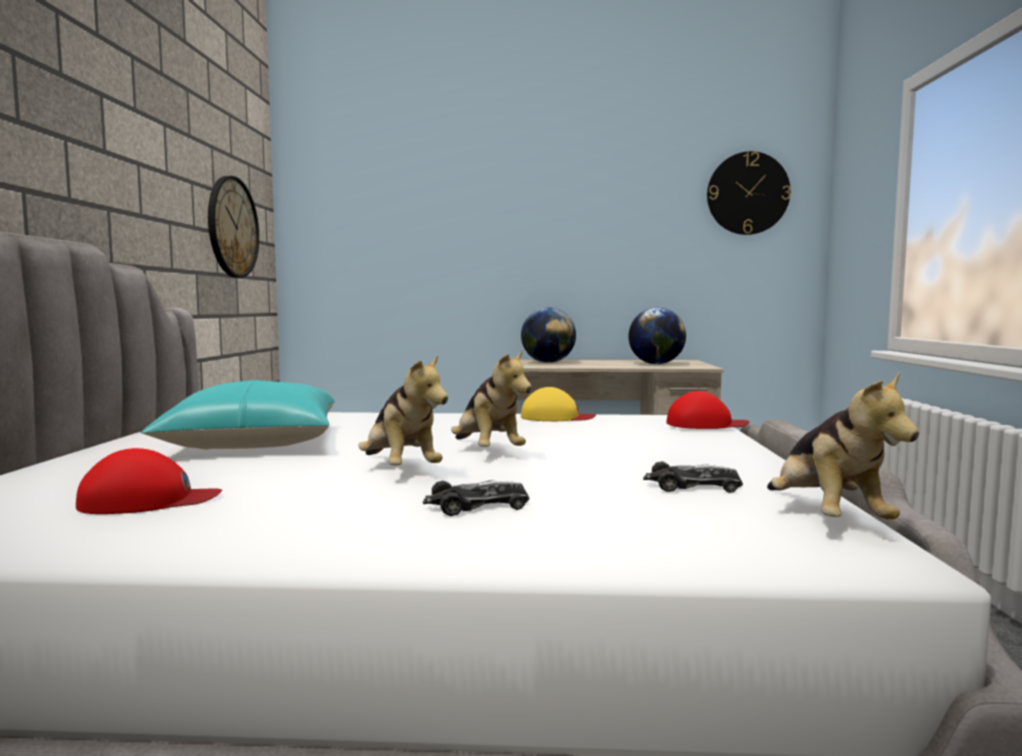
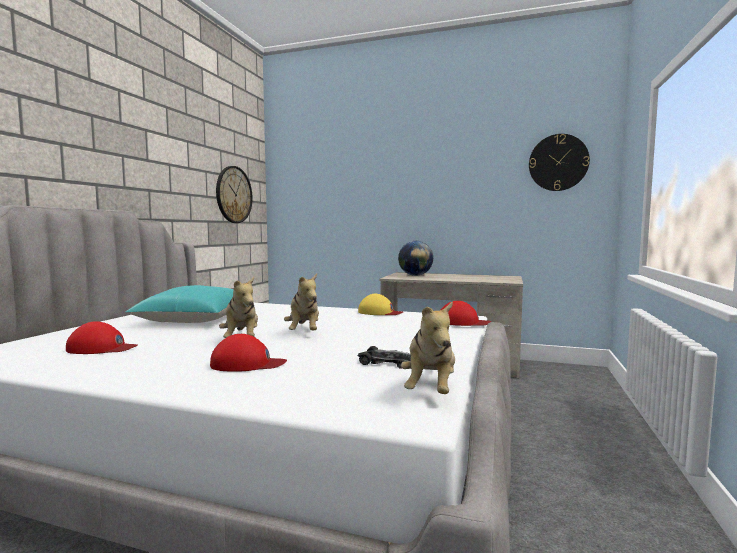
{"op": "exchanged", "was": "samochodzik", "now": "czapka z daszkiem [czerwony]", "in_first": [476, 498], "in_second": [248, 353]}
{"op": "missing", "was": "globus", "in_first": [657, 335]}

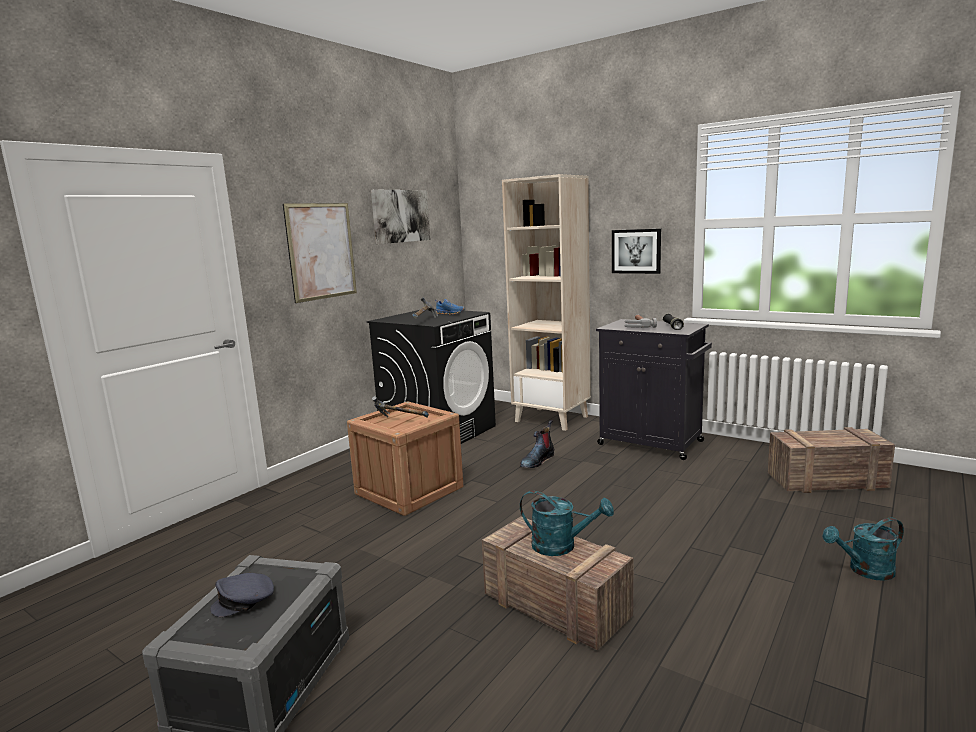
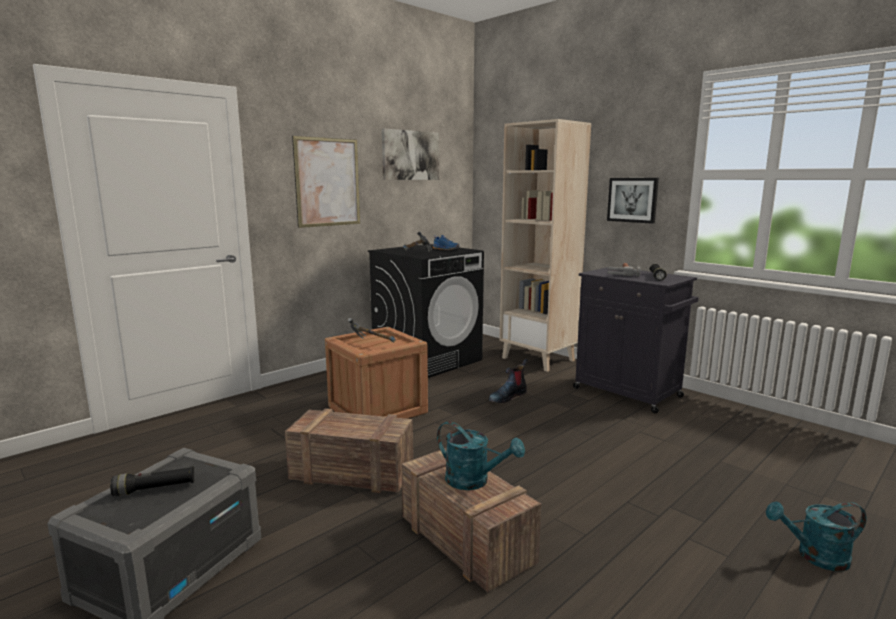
{"op": "exchanged", "was": "czapka z daszkiem [szary]", "now": "latarka [czarny]", "in_first": [242, 595], "in_second": [152, 481]}
{"op": "relocated", "was": "skrzynka", "in_first": [831, 460], "in_second": [349, 450]}

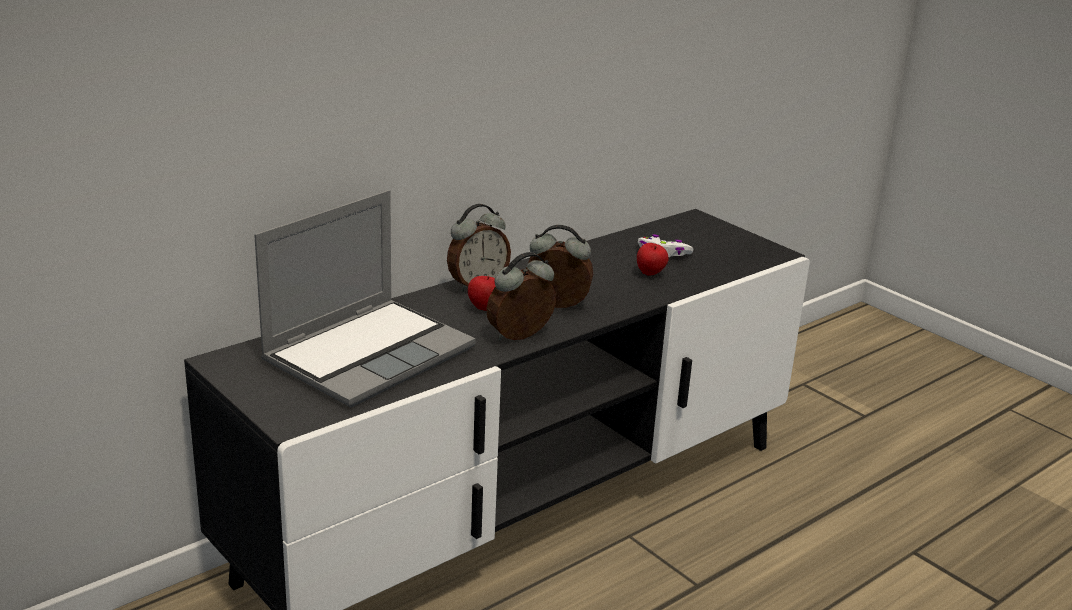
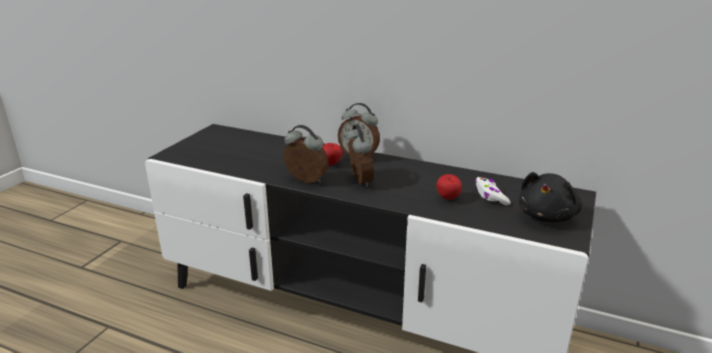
{"op": "missing", "was": "laptop", "in_first": [365, 299]}
{"op": "appeared", "now": "pluszak [czarny]", "in_second": [550, 197]}

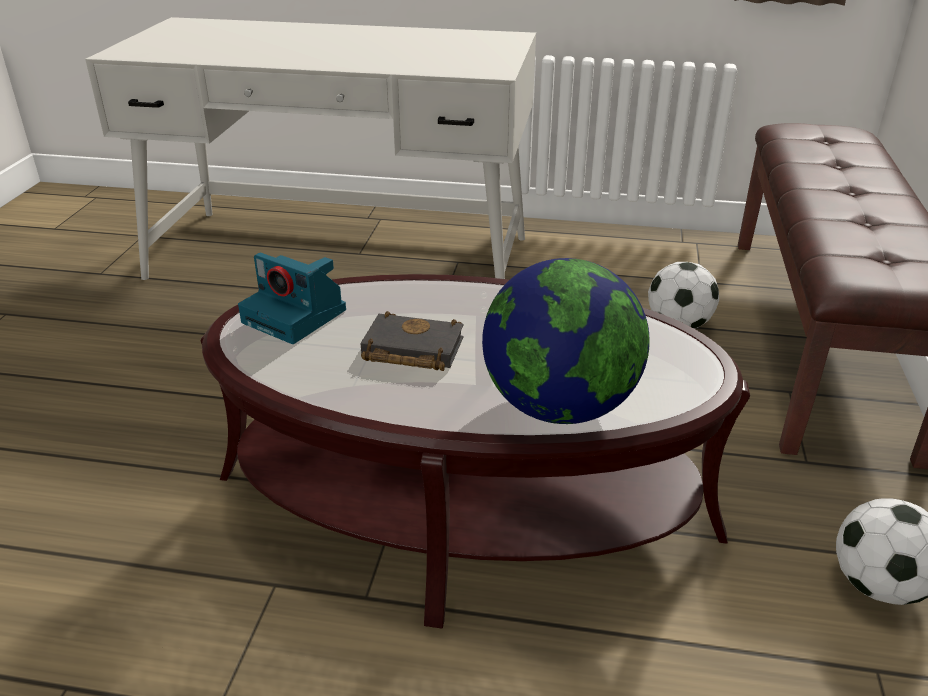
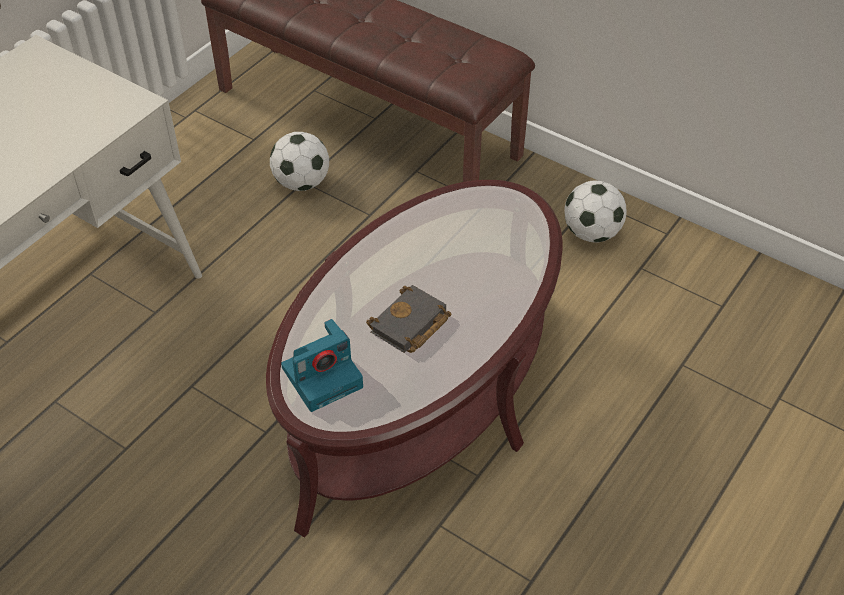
{"op": "missing", "was": "globus", "in_first": [566, 341]}

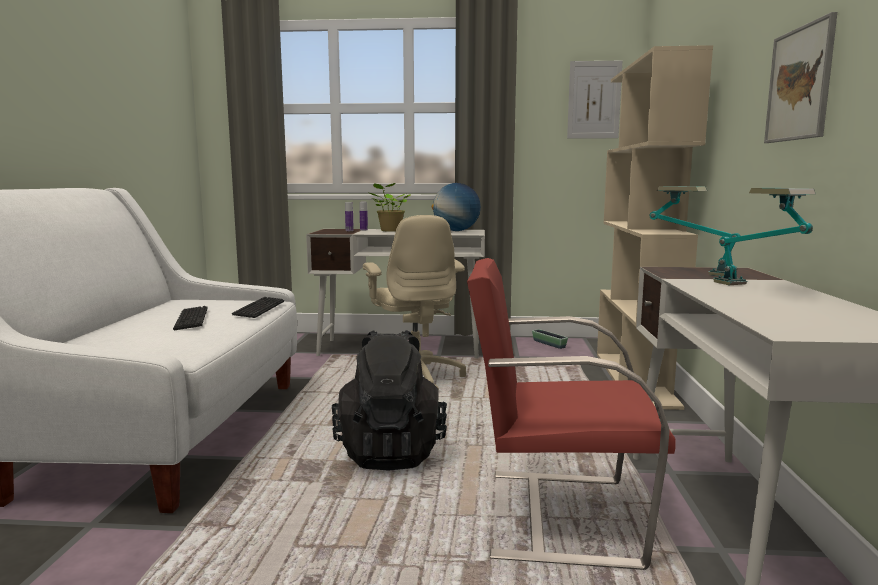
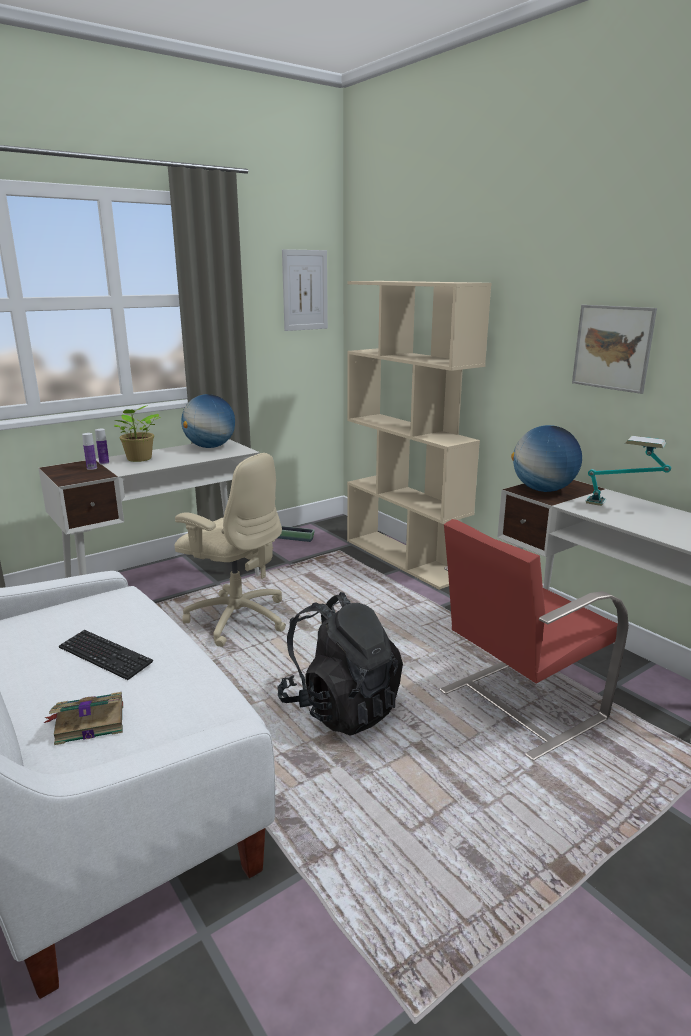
{"op": "missing", "was": "klawiatura", "in_first": [258, 307]}
{"op": "exchanged", "was": "lampa stołowa", "now": "globus", "in_first": [695, 231], "in_second": [546, 458]}
{"op": "appeared", "now": "książka", "in_second": [83, 718]}

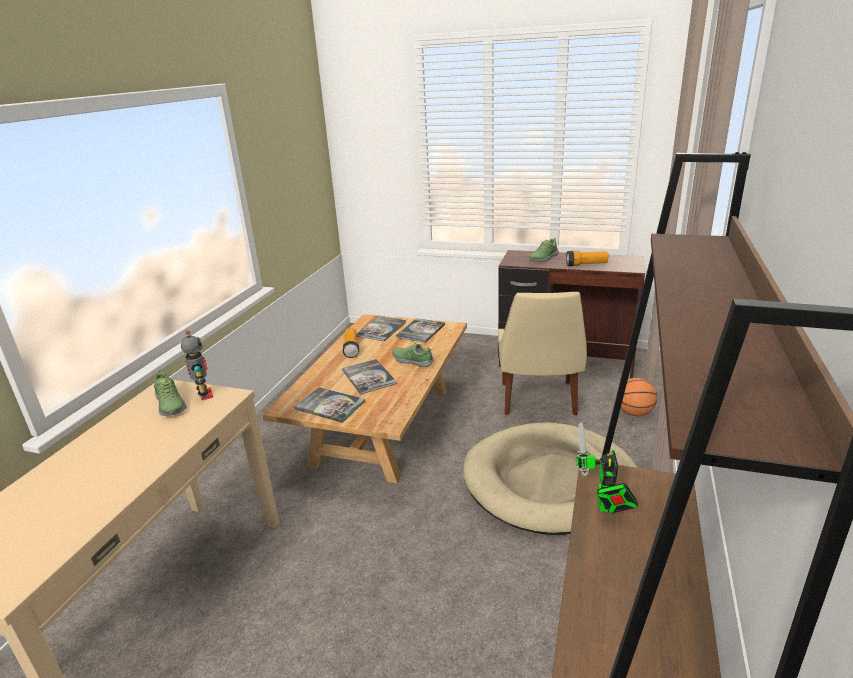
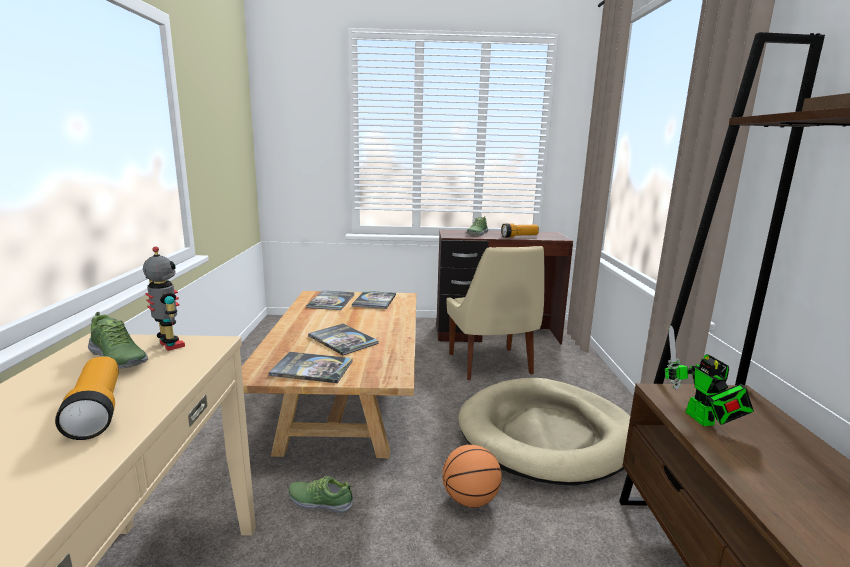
{"op": "relocated", "was": "latarka", "in_first": [351, 343], "in_second": [87, 398]}
{"op": "relocated", "was": "but", "in_first": [413, 355], "in_second": [321, 494]}
{"op": "relocated", "was": "piłka do koszykówki", "in_first": [636, 397], "in_second": [472, 476]}

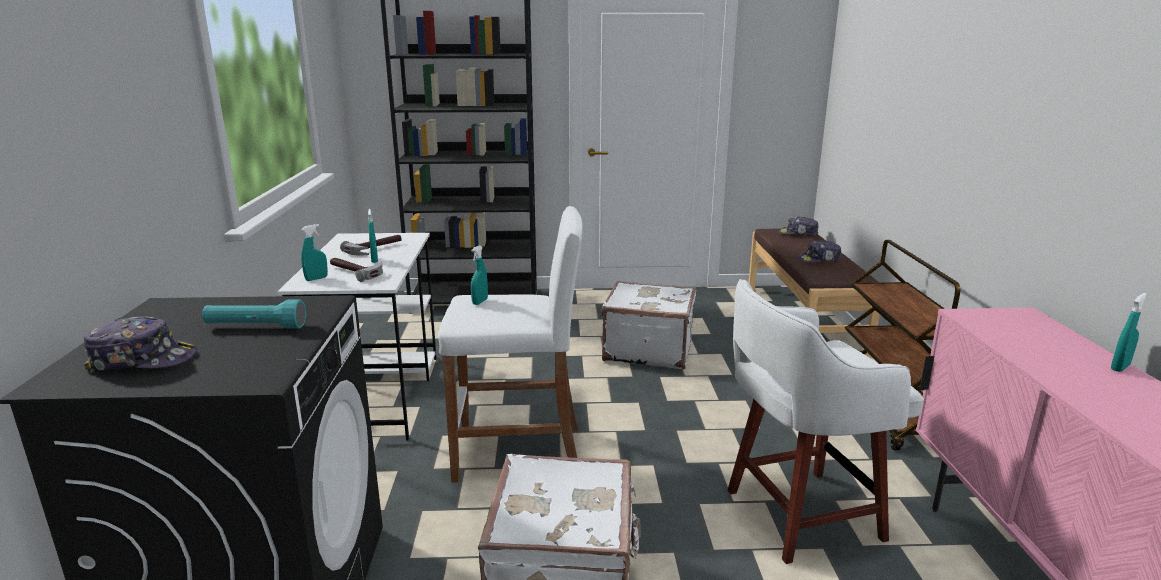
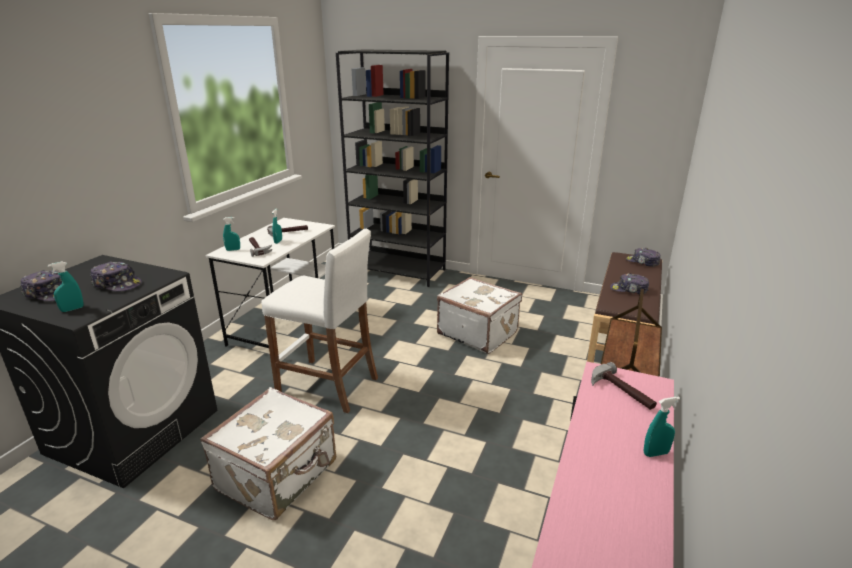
{"op": "exchanged", "was": "latarka [turkusowy]", "now": "czapka z daszkiem", "in_first": [254, 314], "in_second": [116, 276]}
{"op": "relocated", "was": "spryskiwacz [turkusowy]", "in_first": [479, 275], "in_second": [65, 287]}
{"op": "missing", "was": "stołek [biały]", "in_first": [825, 421]}
{"op": "appeared", "now": "młotek", "in_second": [624, 386]}

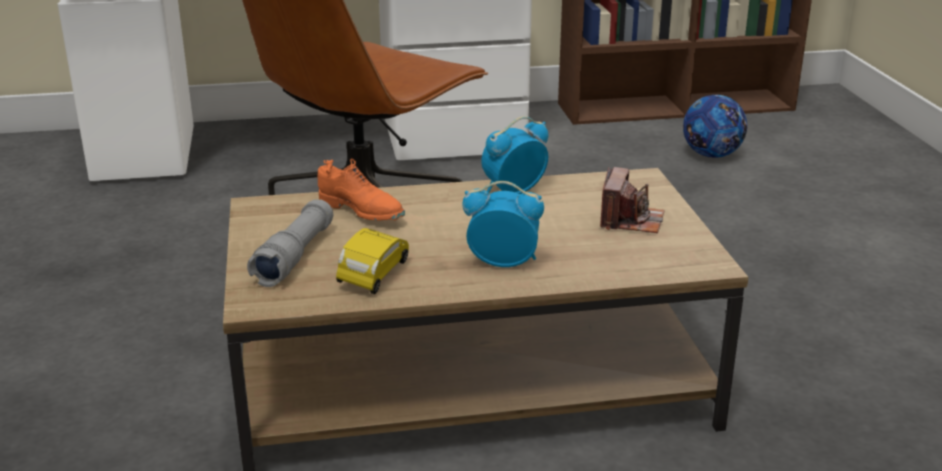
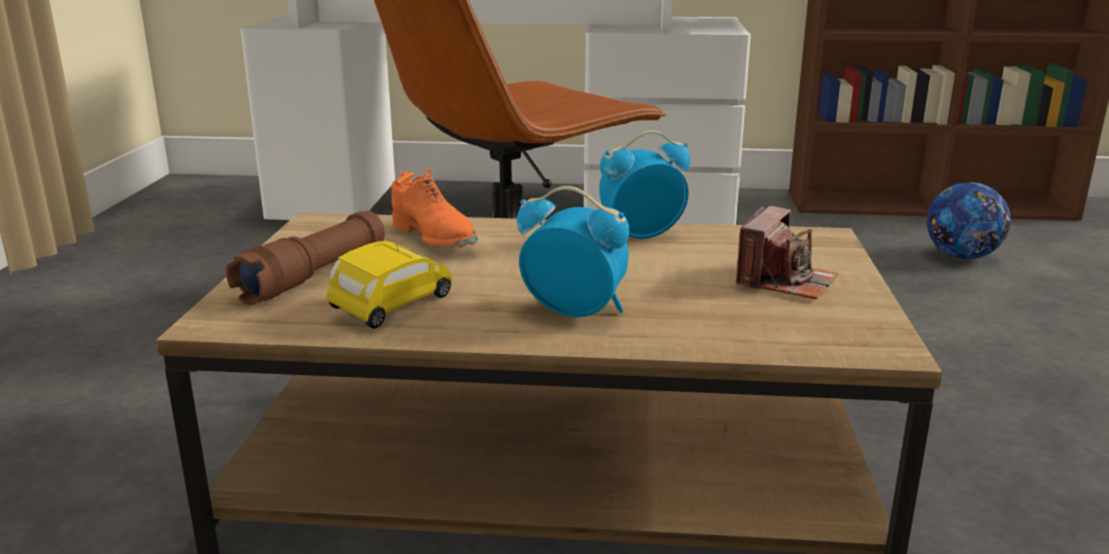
{"op": "colour", "was": "latarka [szary]", "now": "latarka [brązowy]", "in_first": [290, 243], "in_second": [305, 258]}

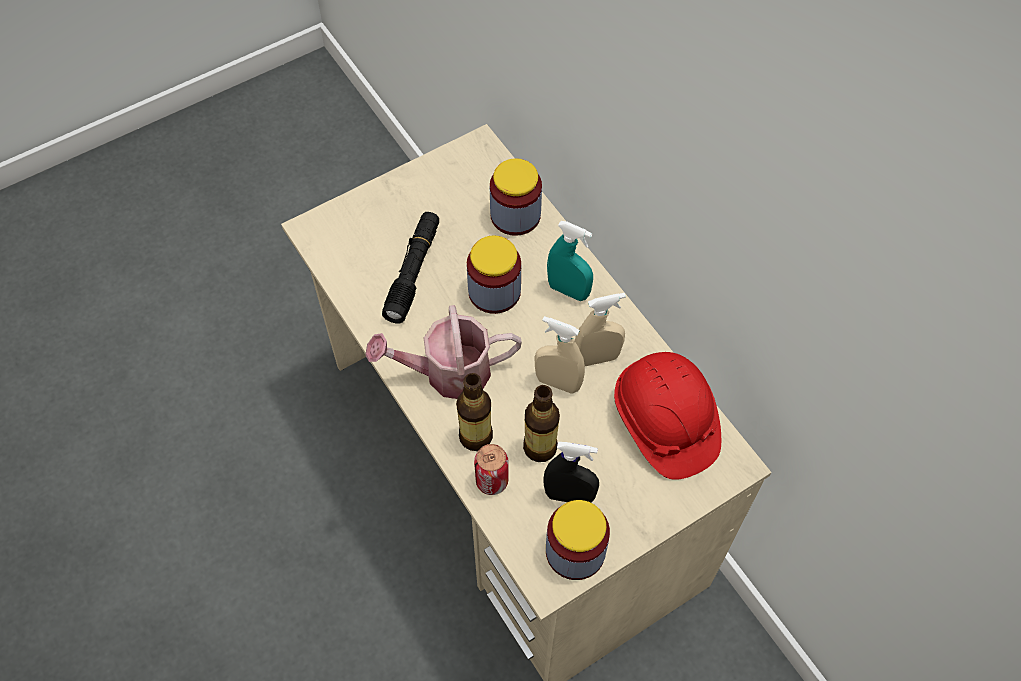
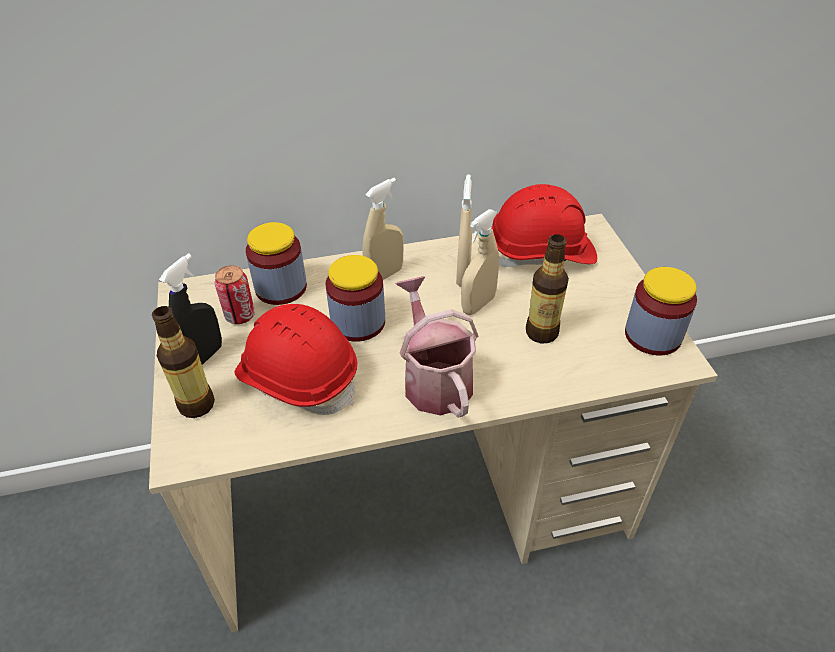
{"op": "spun", "was": "konewka", "in_first": [443, 352], "in_second": [437, 347], "clockwise": 150}
{"op": "exchanged", "was": "latarka [czarny]", "now": "kask [czerwony]", "in_first": [410, 267], "in_second": [295, 359]}
{"op": "relocated", "was": "butelka", "in_first": [474, 412], "in_second": [183, 362]}
{"op": "relocated", "was": "puszka", "in_first": [491, 469], "in_second": [235, 294]}
{"op": "relocated", "was": "spryskiwacz [czarny]", "in_first": [571, 472], "in_second": [190, 309]}
{"op": "colour", "was": "spryskiwacz [turkusowy]", "now": "spryskiwacz [beżowy]", "in_first": [570, 261], "in_second": [383, 229]}

